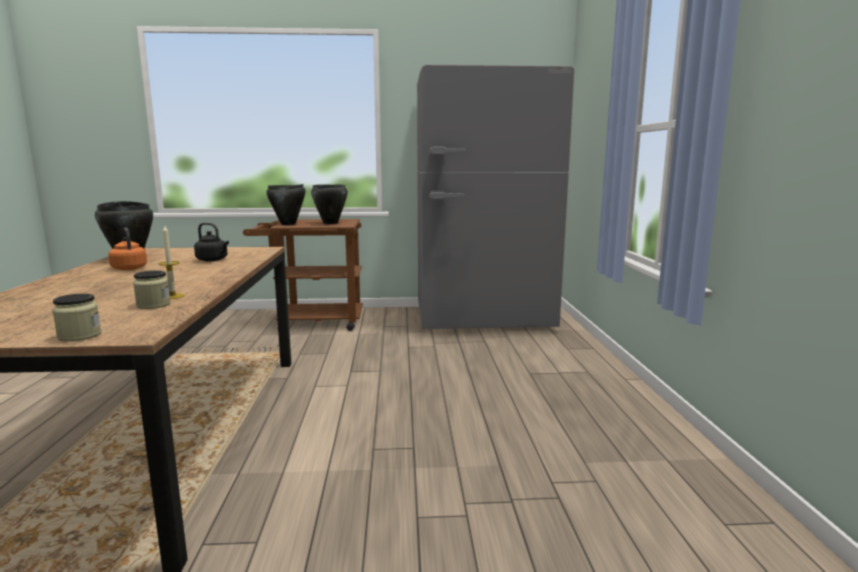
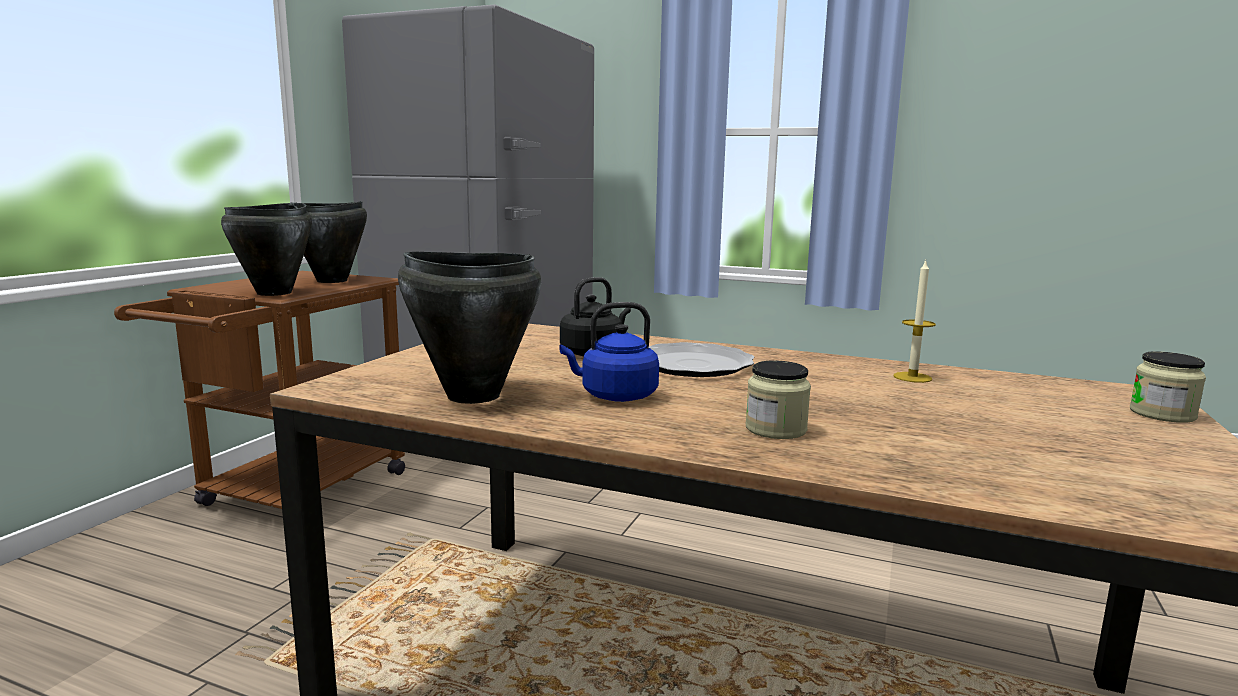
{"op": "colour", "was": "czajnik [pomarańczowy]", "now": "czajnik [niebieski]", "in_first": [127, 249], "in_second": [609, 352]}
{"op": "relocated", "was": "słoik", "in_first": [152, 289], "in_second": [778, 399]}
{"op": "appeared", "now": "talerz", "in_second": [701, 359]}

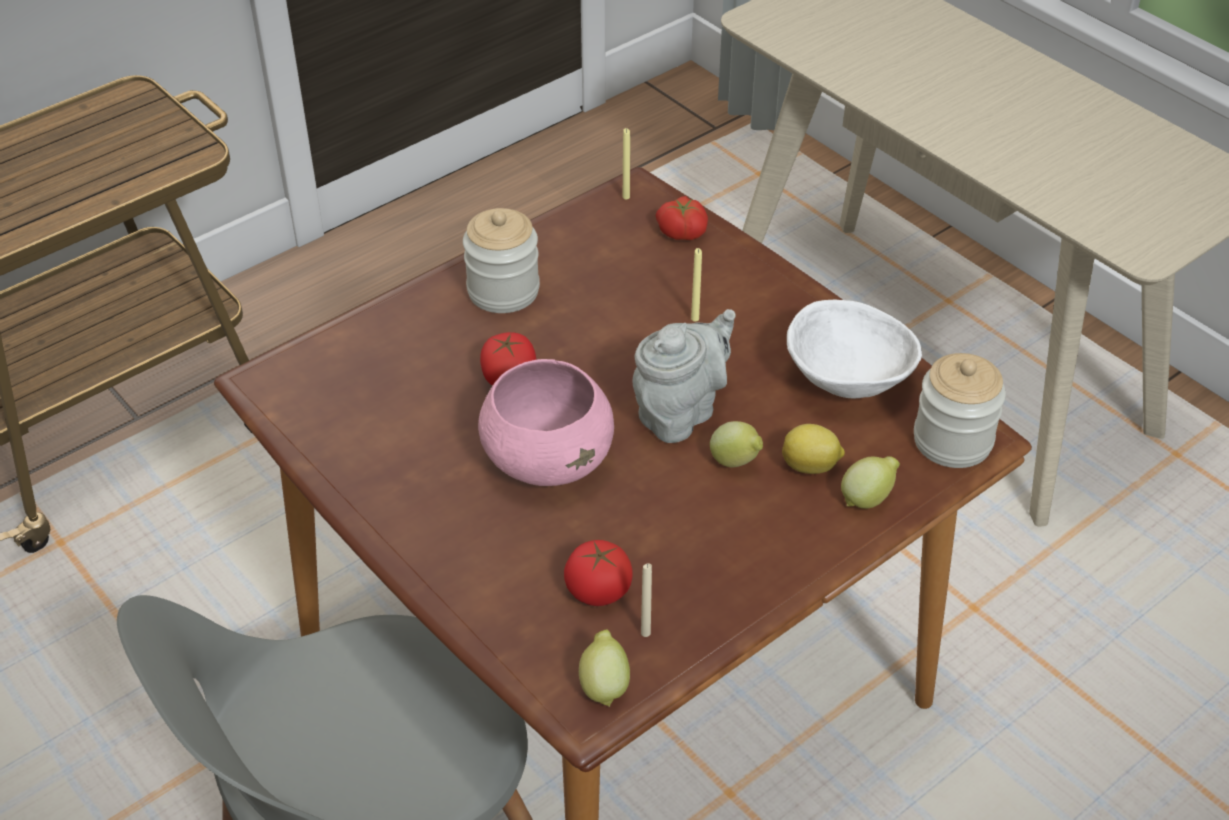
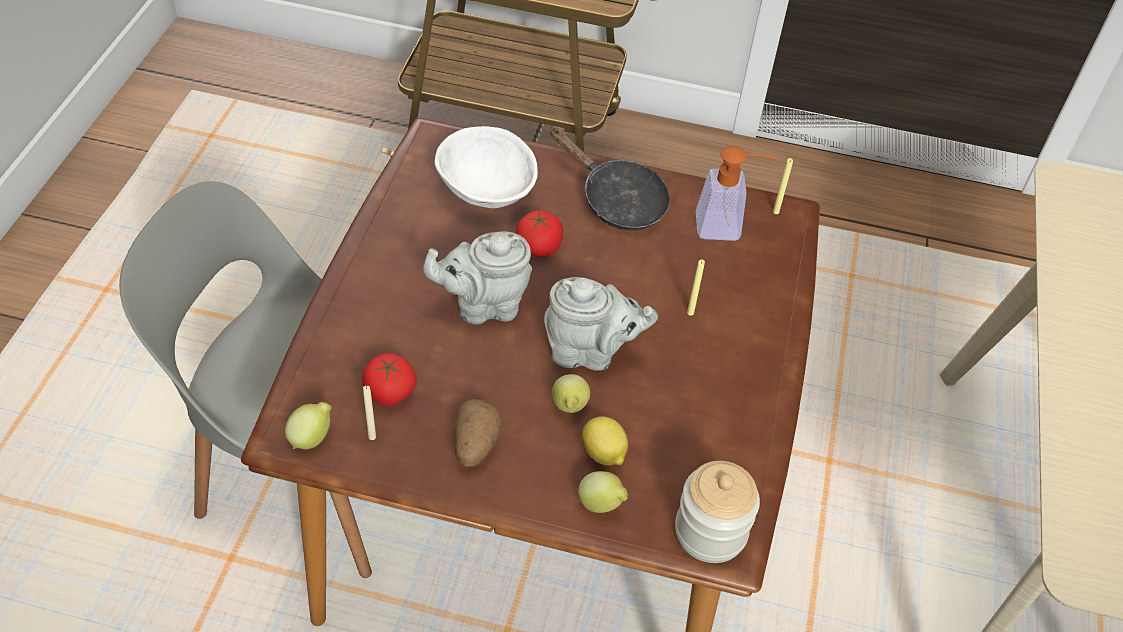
{"op": "exchanged", "was": "słoik", "now": "patelnia [czarny]", "in_first": [501, 260], "in_second": [609, 178]}
{"op": "exchanged", "was": "miska [różowy]", "now": "imbryk [szary]", "in_first": [546, 422], "in_second": [477, 278]}
{"op": "missing", "was": "pomidor", "in_first": [682, 218]}
{"op": "relocated", "was": "miska [biały]", "in_first": [854, 348], "in_second": [486, 167]}
{"op": "appeared", "now": "ziemniak", "in_second": [478, 433]}
{"op": "appeared", "now": "dozownik mydła", "in_second": [736, 193]}

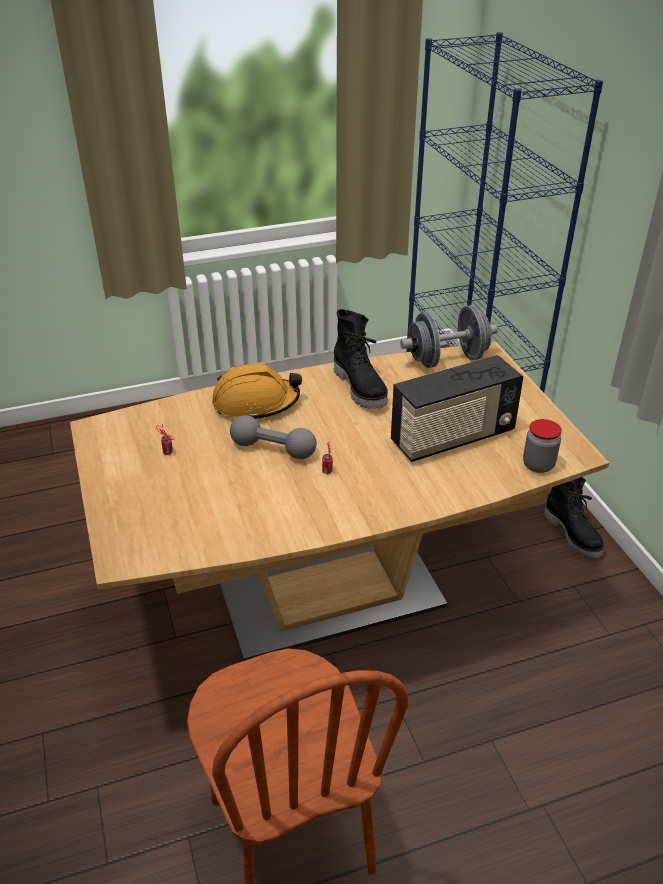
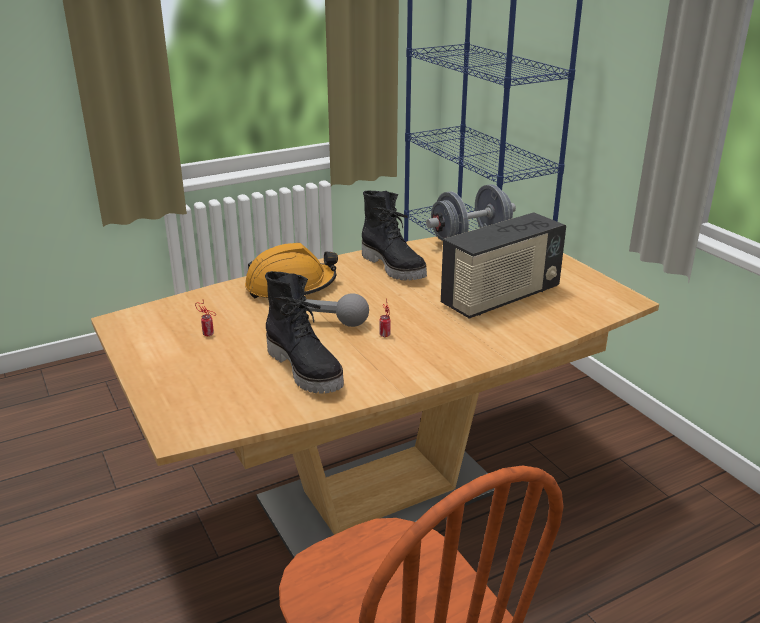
{"op": "missing", "was": "słoik", "in_first": [542, 446]}
{"op": "relocated", "was": "but z cholewką [czarny]", "in_first": [574, 518], "in_second": [304, 332]}

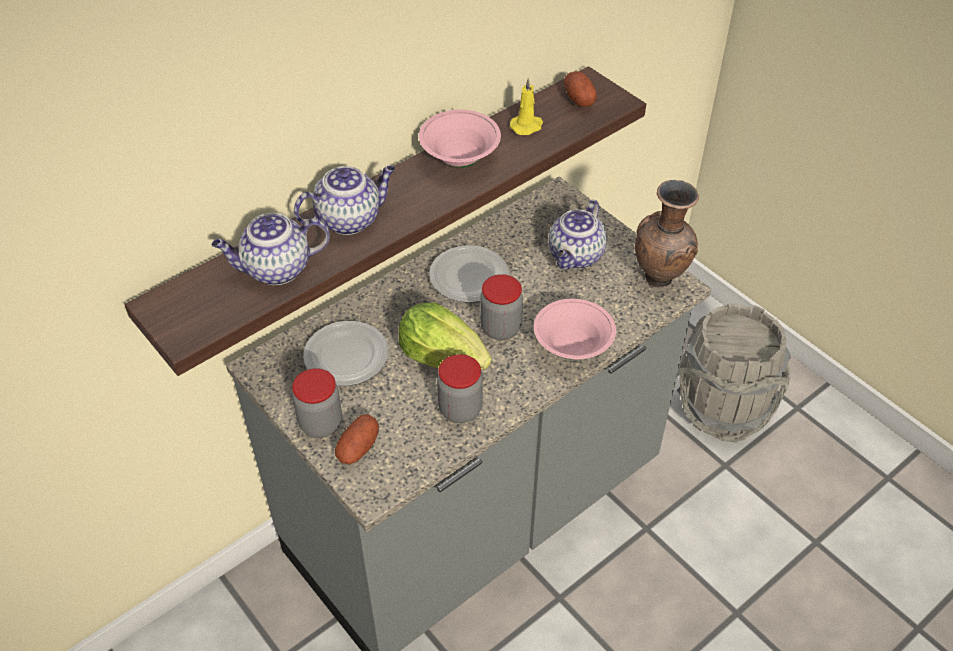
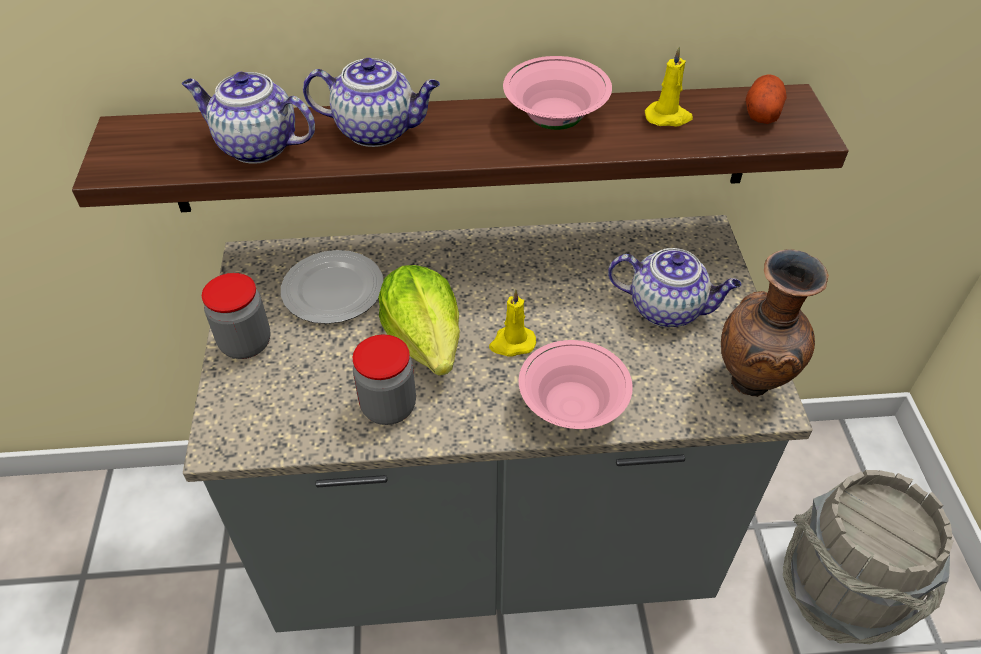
{"op": "missing", "was": "ziemniak", "in_first": [357, 439]}
{"op": "missing", "was": "talerz", "in_first": [469, 274]}
{"op": "exchanged", "was": "słoik", "now": "świeca [żółty]", "in_first": [501, 307], "in_second": [512, 322]}
{"op": "spun", "was": "imbryk", "in_first": [578, 234], "in_second": [674, 287], "clockwise": -135}

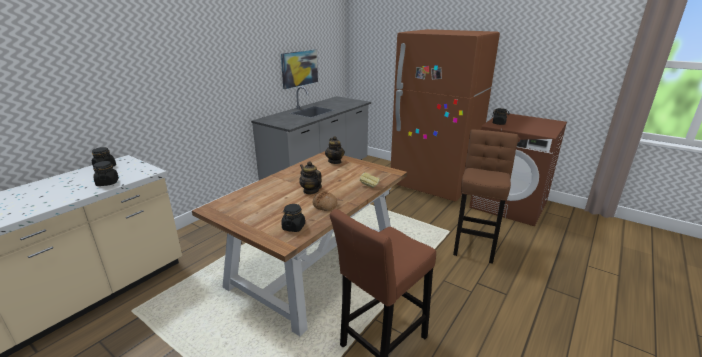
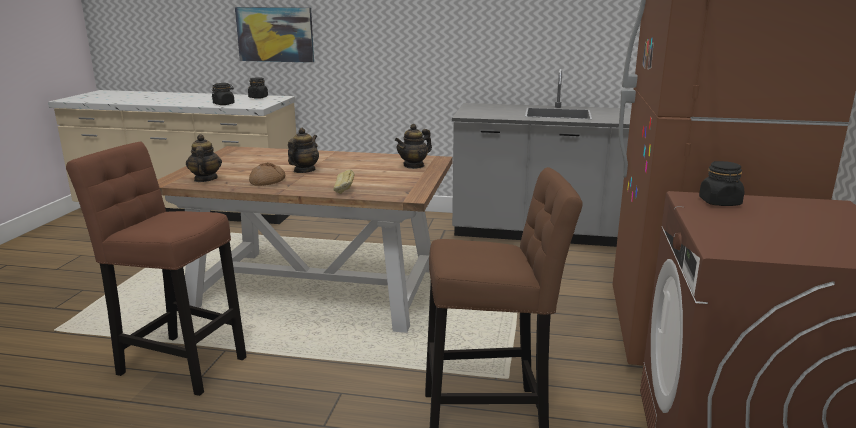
{"op": "relocated", "was": "obraz", "in_first": [299, 69], "in_second": [274, 35]}
{"op": "exchanged", "was": "słoik [czarny]", "now": "imbryk", "in_first": [293, 218], "in_second": [204, 158]}

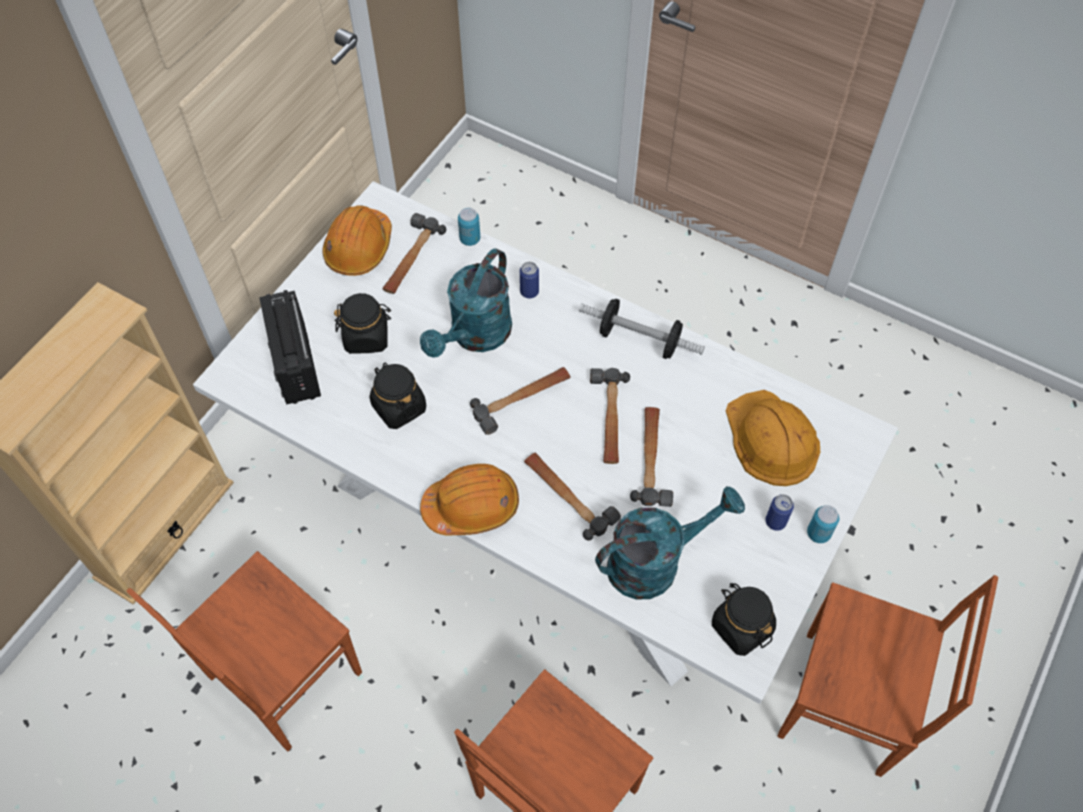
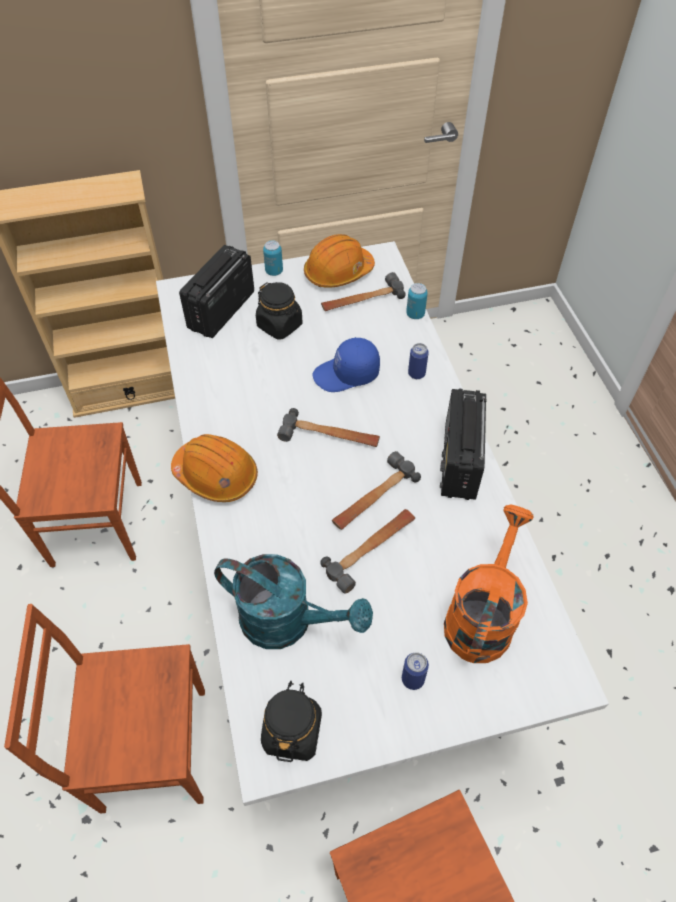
{"op": "missing", "was": "słoik [czarny]", "in_first": [397, 395]}
{"op": "exchanged", "was": "konewka [turkusowy]", "now": "czapka z daszkiem [niebieski]", "in_first": [466, 303], "in_second": [346, 364]}
{"op": "missing", "was": "młotek", "in_first": [572, 496]}
{"op": "exchanged", "was": "hantel", "now": "radio", "in_first": [642, 329], "in_second": [463, 444]}
{"op": "exchanged", "was": "kask [pomarańczowy]", "now": "konewka [pomarańczowy]", "in_first": [773, 438], "in_second": [489, 584]}
{"op": "relocated", "was": "puszka", "in_first": [823, 524], "in_second": [273, 258]}

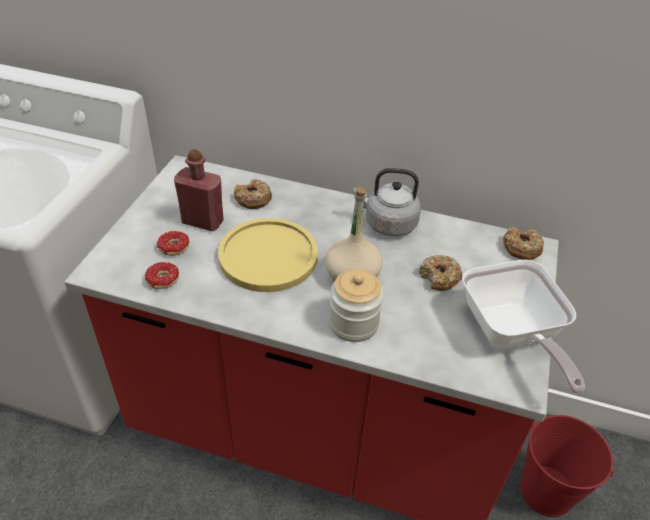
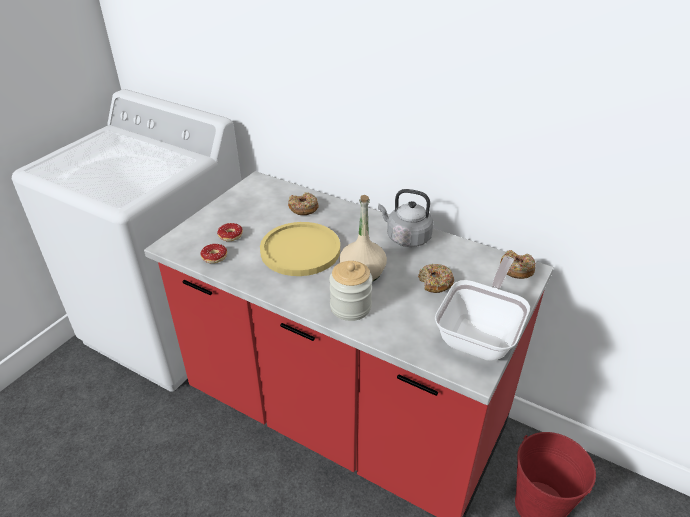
{"op": "missing", "was": "butelka [czerwony]", "in_first": [199, 190]}
{"op": "spun", "was": "patelnia", "in_first": [523, 326], "in_second": [482, 308], "clockwise": -150}

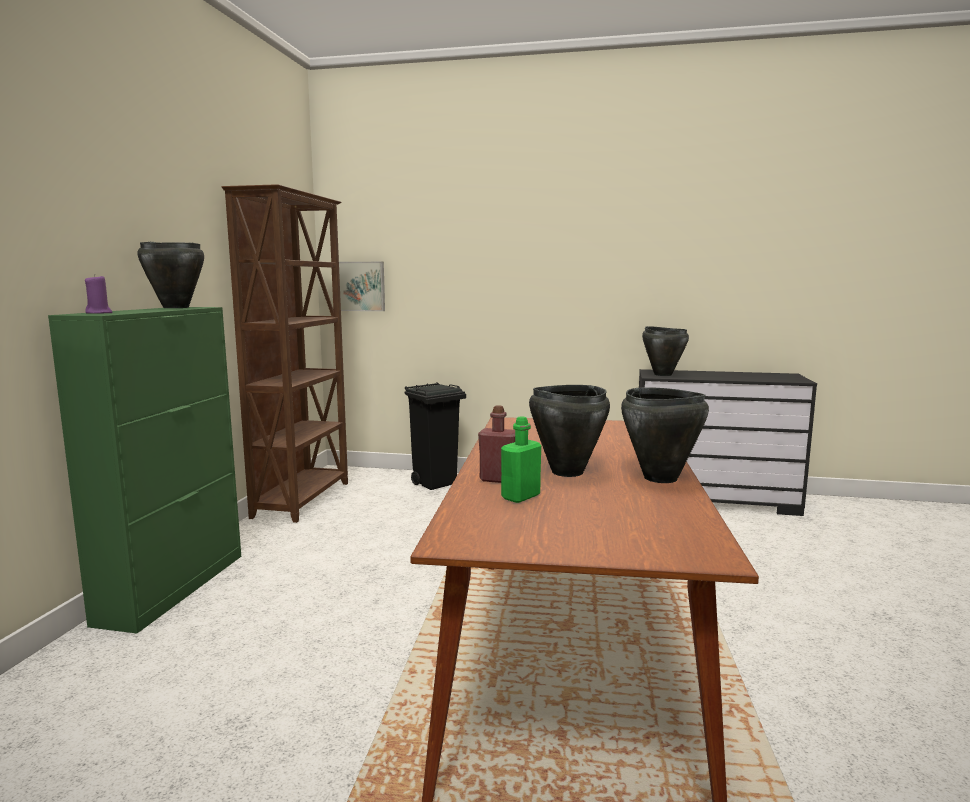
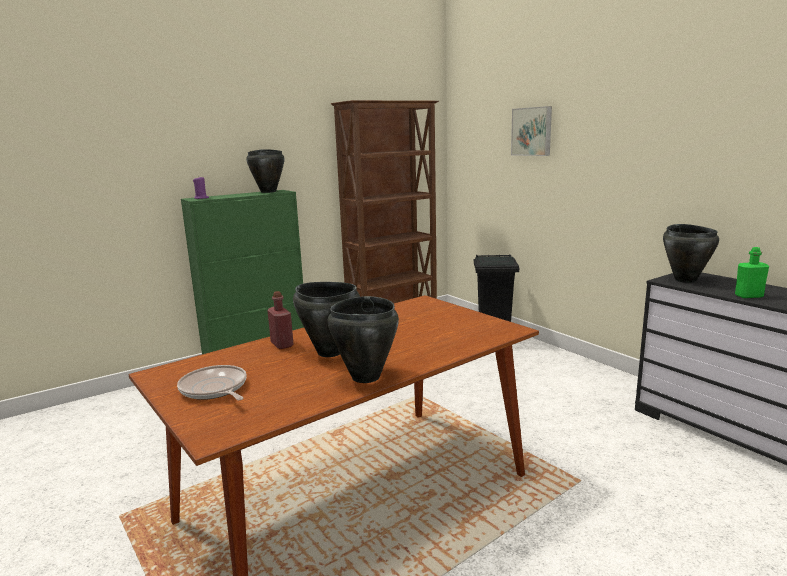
{"op": "relocated", "was": "obraz", "in_first": [362, 286], "in_second": [531, 131]}
{"op": "relocated", "was": "butelka [zielony]", "in_first": [521, 459], "in_second": [752, 272]}
{"op": "appeared", "now": "patelnia", "in_second": [212, 382]}

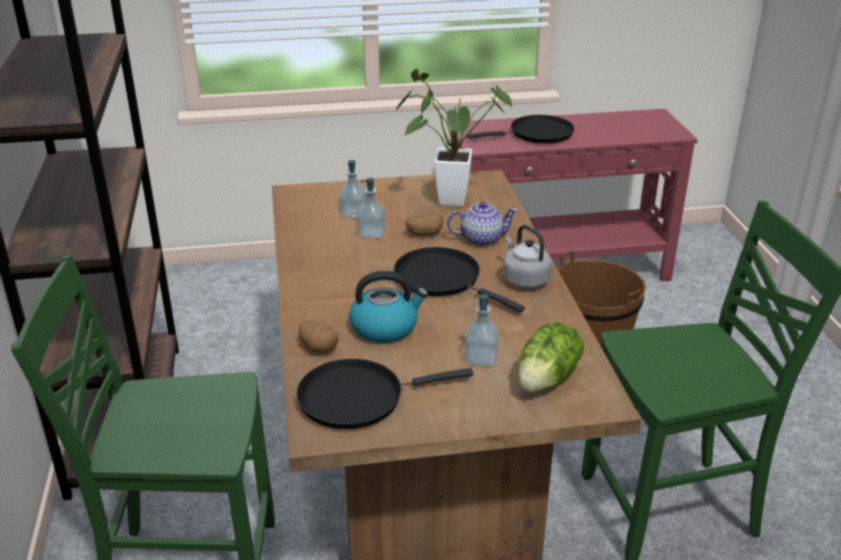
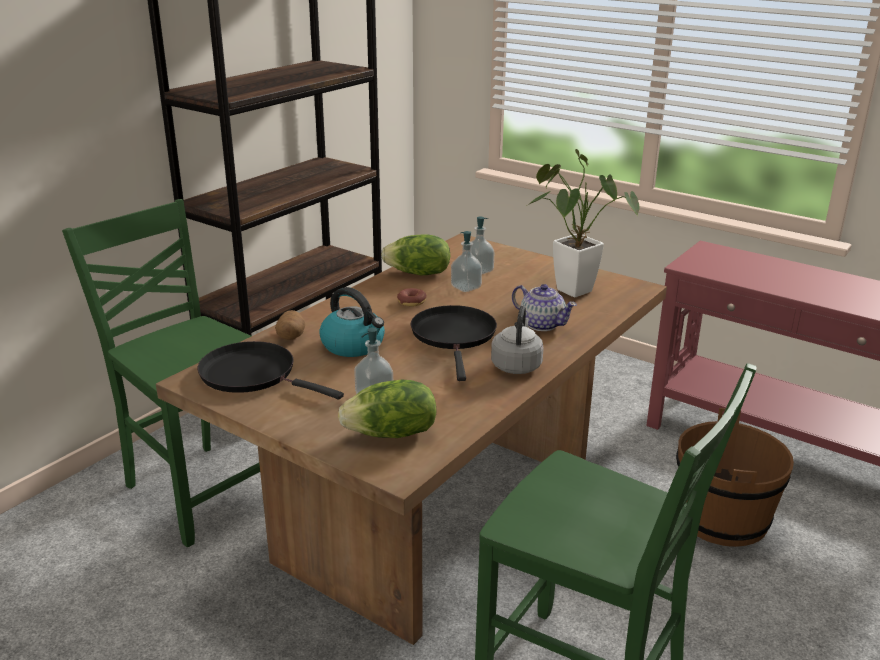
{"op": "missing", "was": "ziemniak", "in_first": [424, 224]}
{"op": "missing", "was": "patelnia [czarny]", "in_first": [520, 129]}
{"op": "appeared", "now": "sałata", "in_second": [415, 255]}
{"op": "appeared", "now": "donut", "in_second": [411, 297]}

